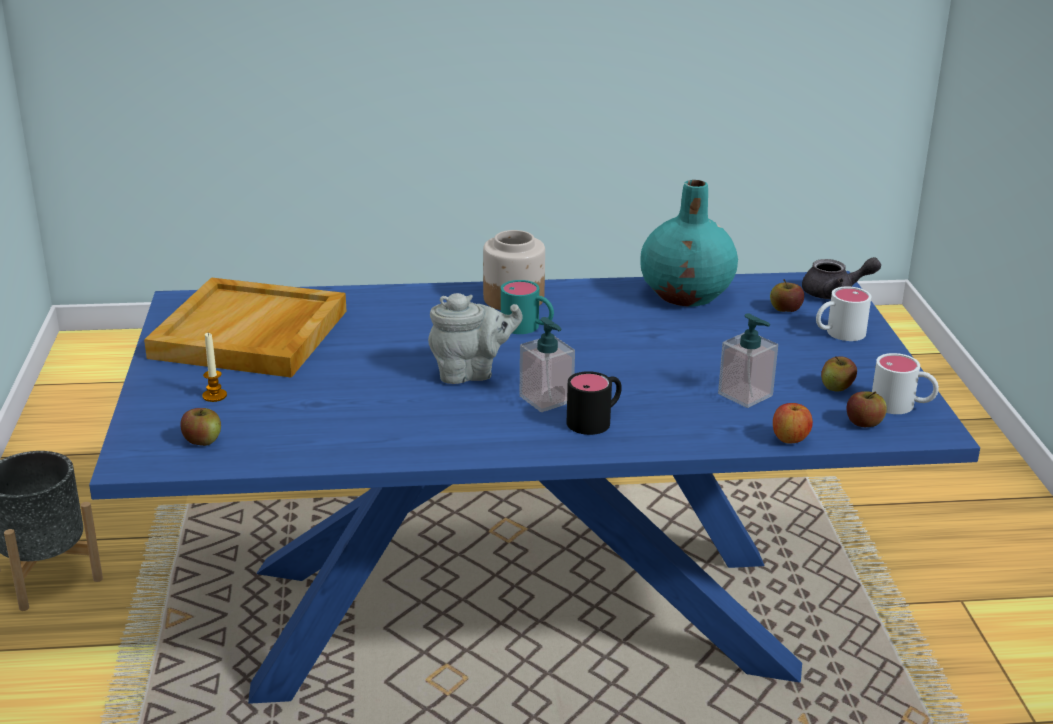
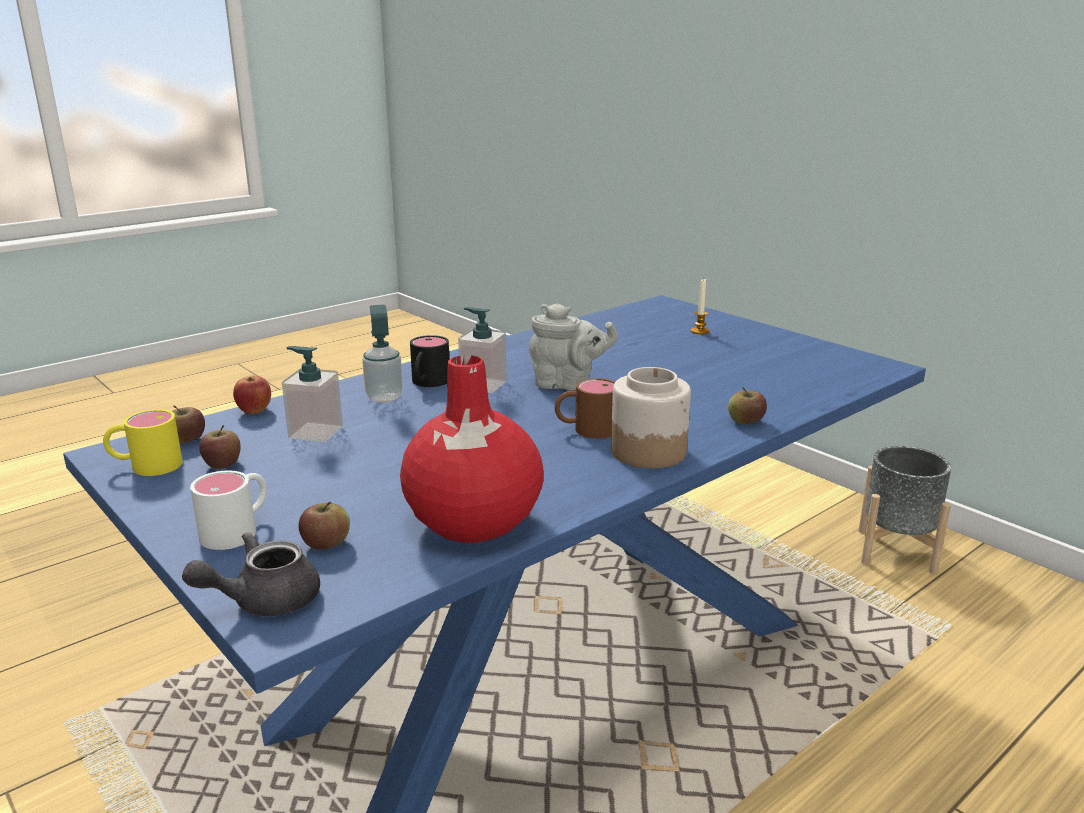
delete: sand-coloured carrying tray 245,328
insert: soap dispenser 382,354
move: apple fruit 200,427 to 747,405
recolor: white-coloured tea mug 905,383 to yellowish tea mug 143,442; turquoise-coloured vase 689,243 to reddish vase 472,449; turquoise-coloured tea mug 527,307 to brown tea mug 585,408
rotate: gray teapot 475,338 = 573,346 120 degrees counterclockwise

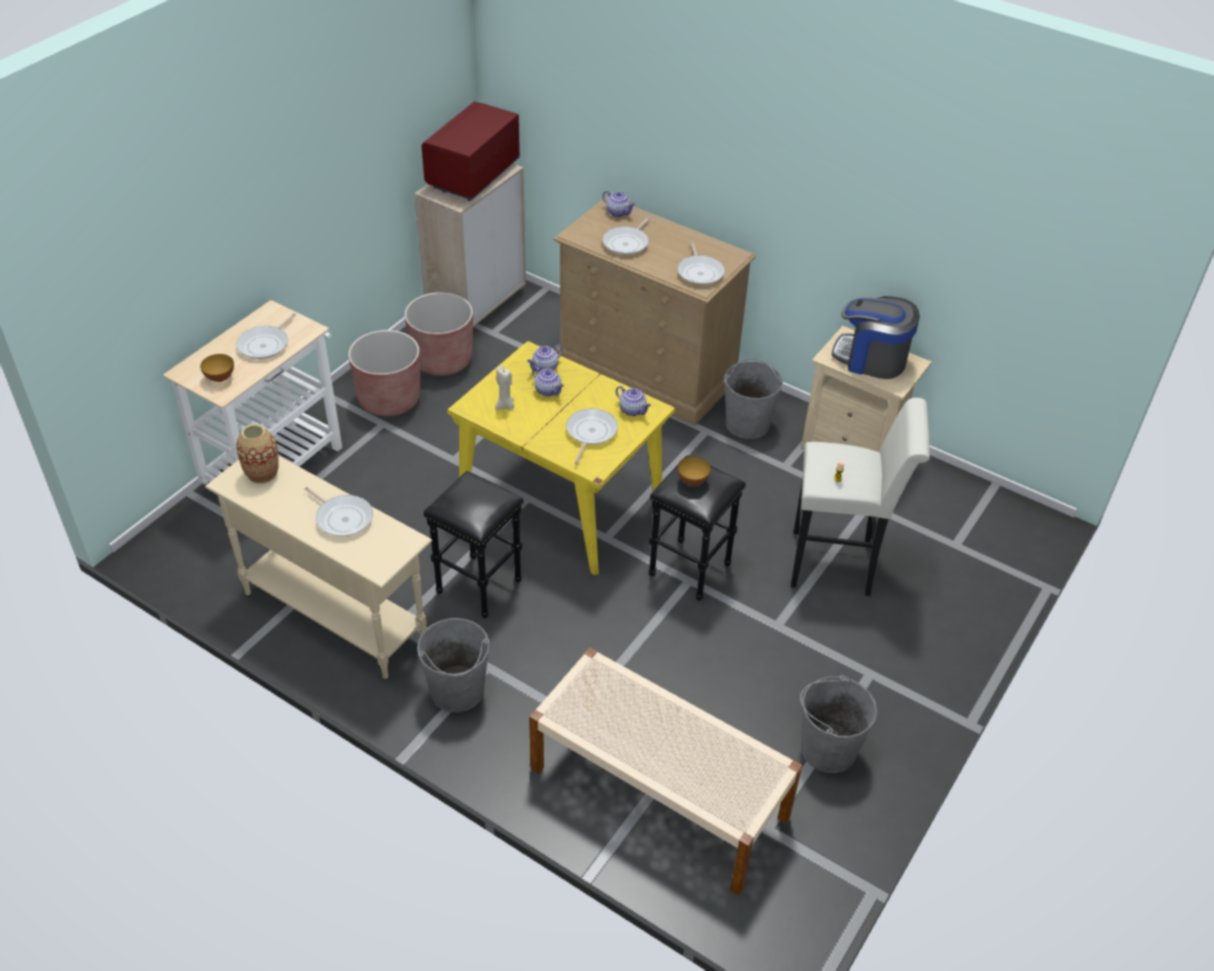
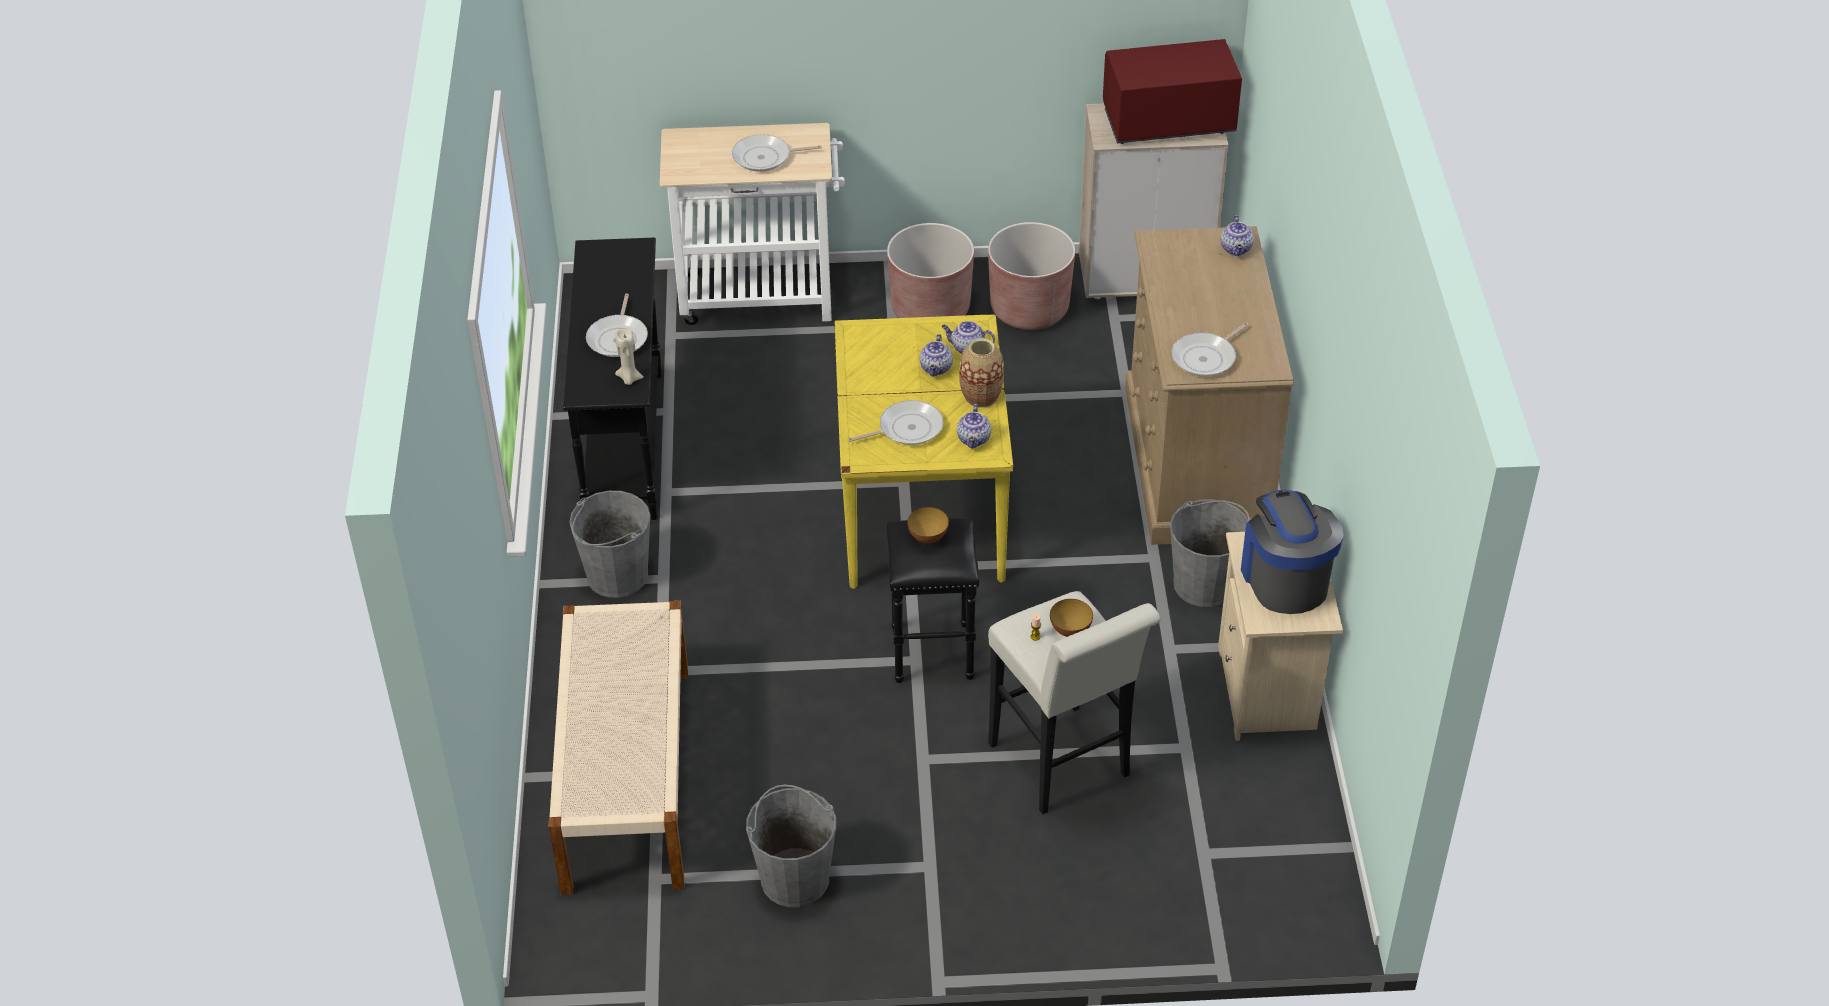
delete: blackish sitting stool 473,544; pan 626,236
move: sand-coloured wax candle 504,388 to 629,357; vase 257,454 to 981,373; deep dish 217,368 to 1071,618
recolor: sand-coloured hall table 318,567 to blackish hall table 612,379

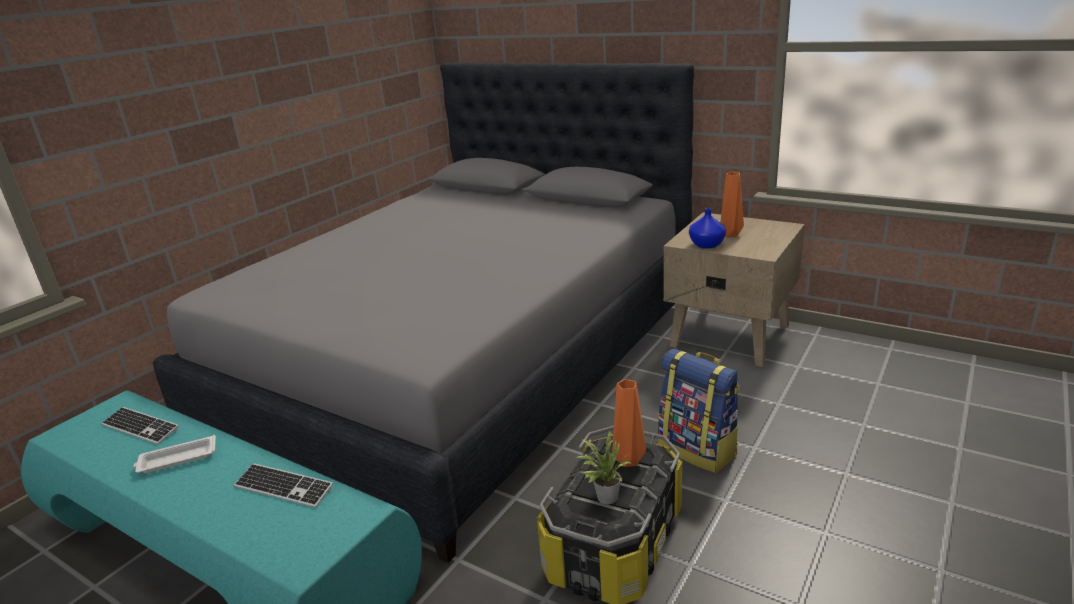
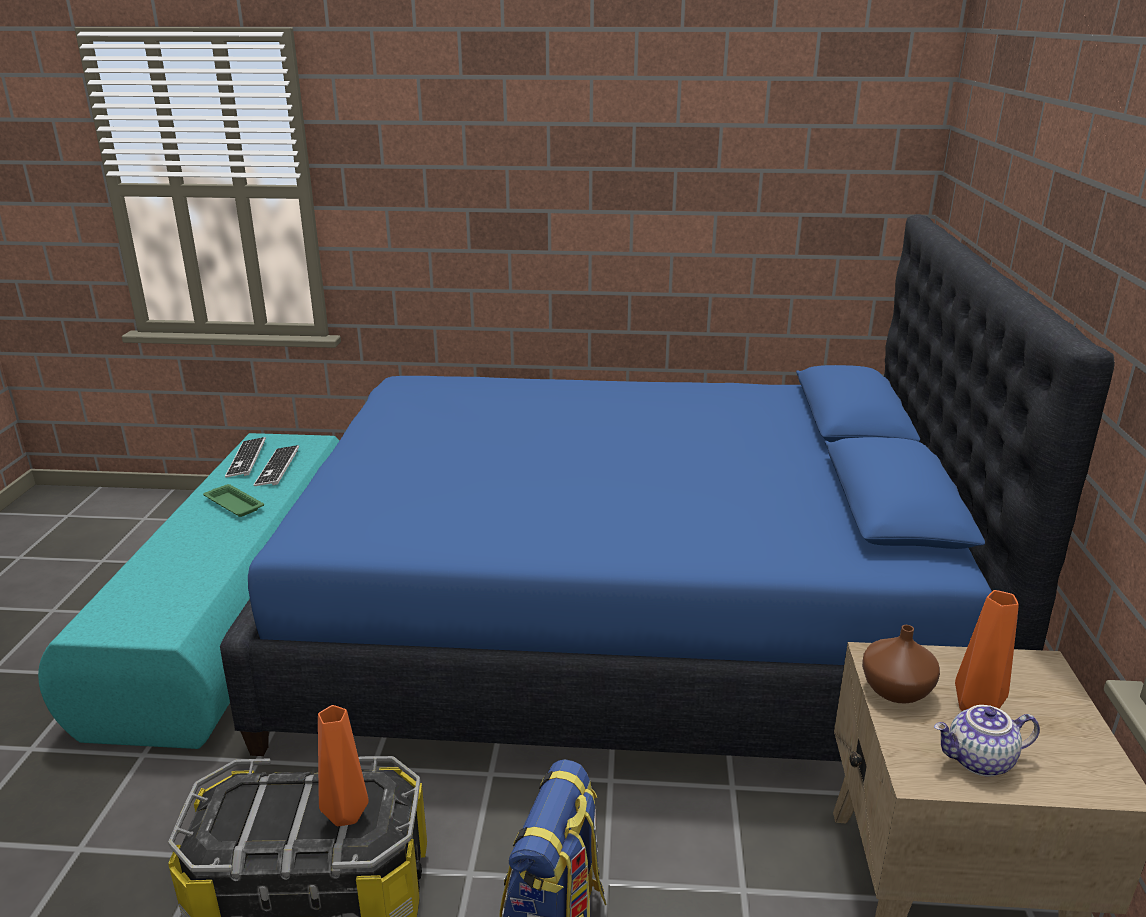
delete: plant in a pot 603,467
insert: teapot 987,741
move: PC keyboard 283,485 to 245,457
recolor: white-coloured carrying tray 174,454 to green carrying tray 233,500; gray bedroom bed 423,312 to blue-coloured bedroom bed 667,487; blue-coloured vase 707,228 to brown vase 901,664

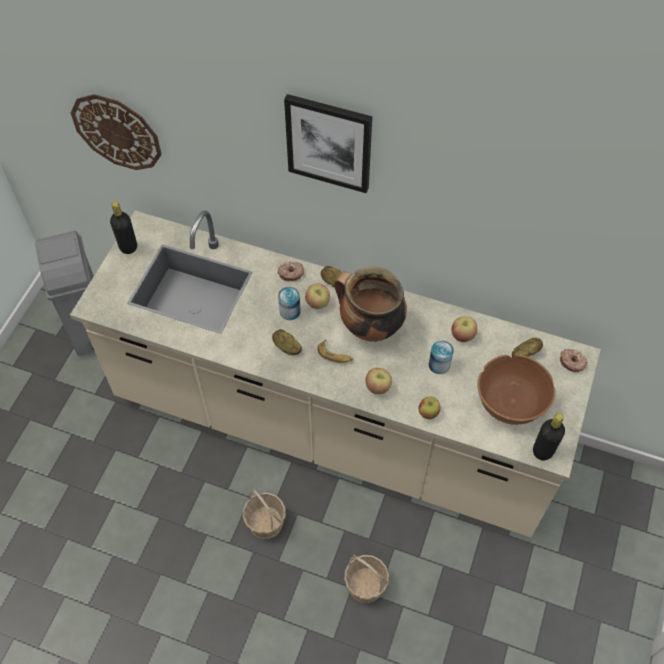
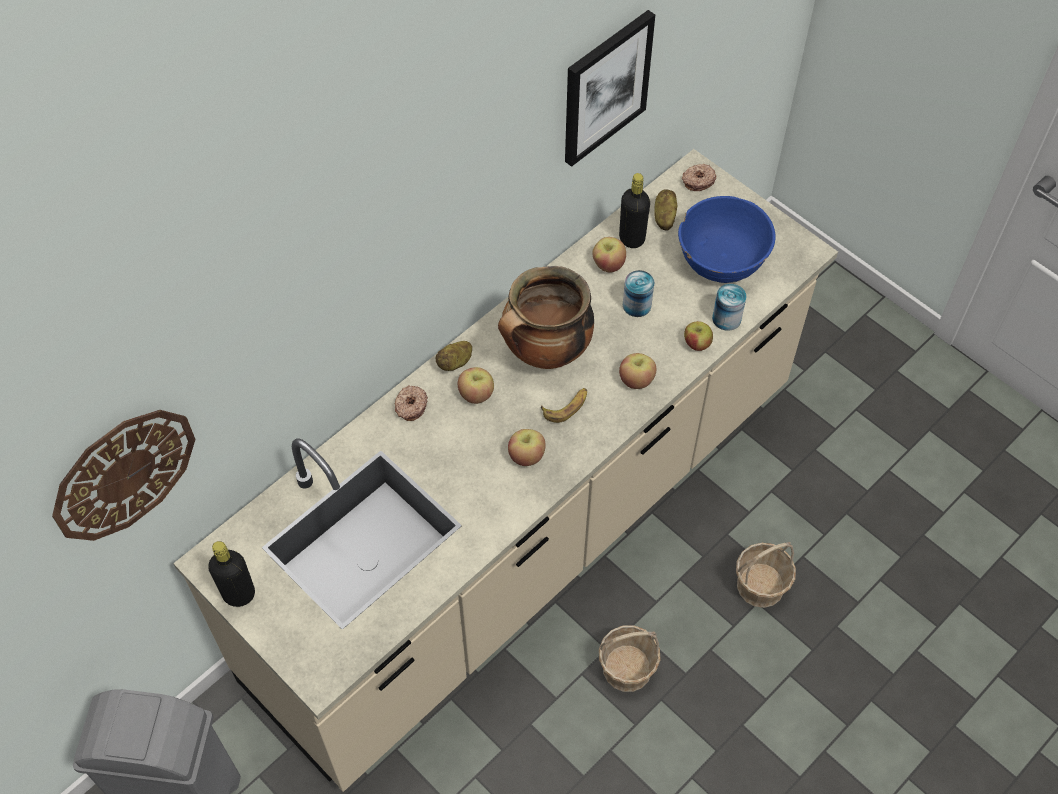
move: wall picture 328,143 to 610,88; blackish beverage bottle 549,436 to 634,210; can 289,303 to 729,307
replace: spud 287,342 to apple fruit 527,447
recolor: brown deep dish 516,390 to blue-coloured deep dish 727,239

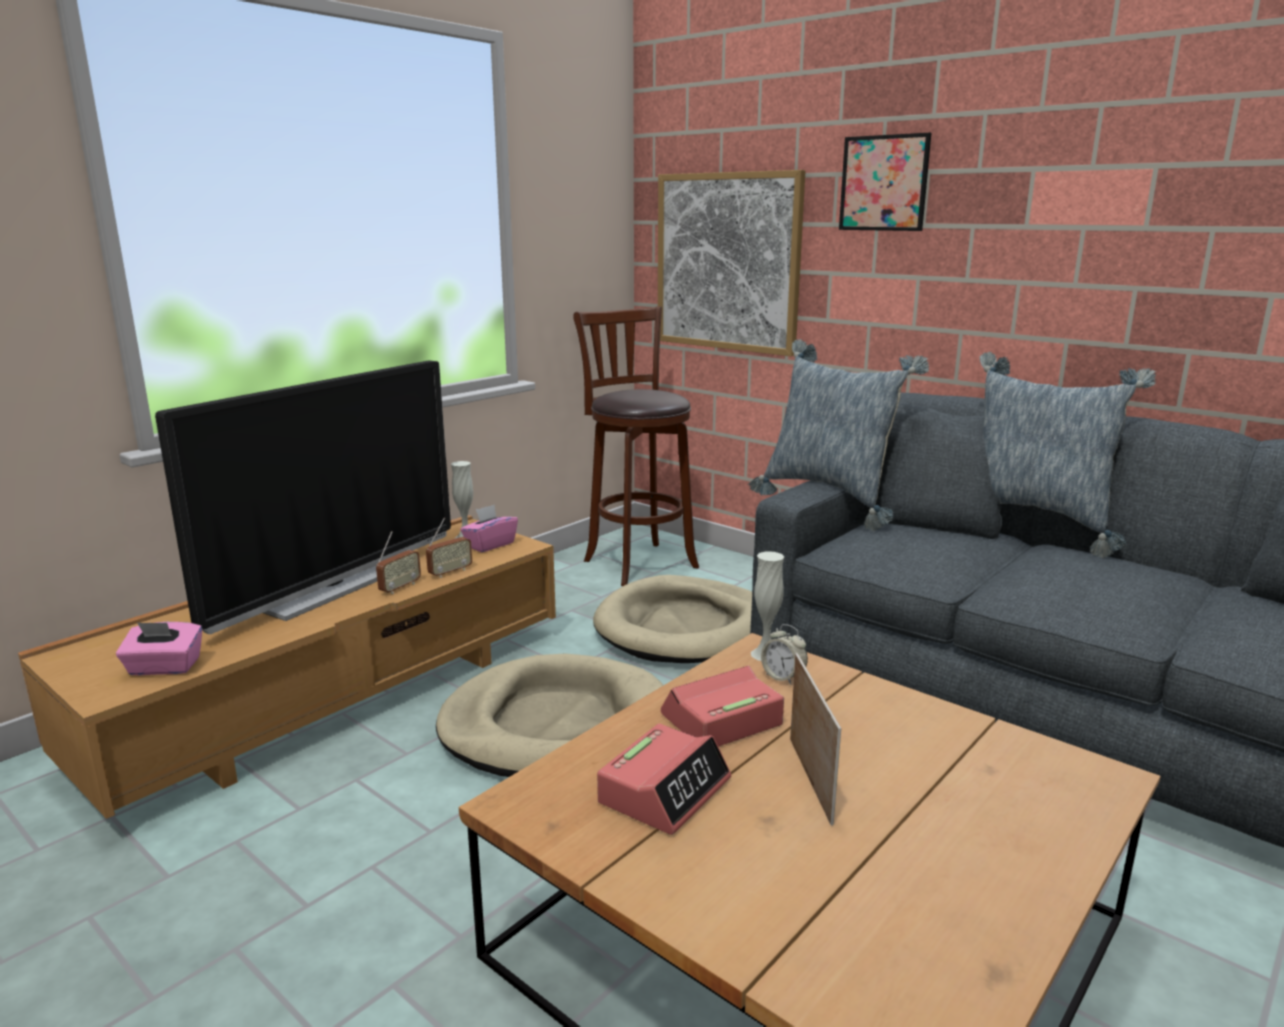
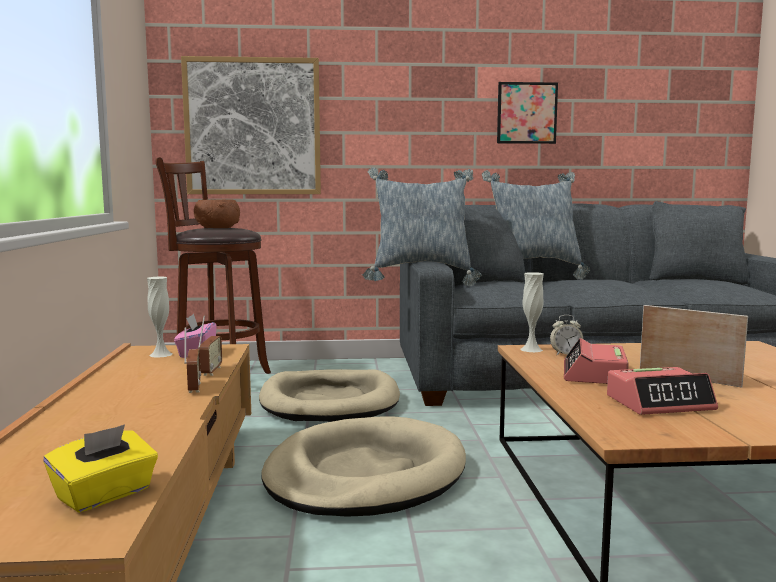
delete: TV set 303,497
insert: brown deep dish 217,213
move: wall picture 885,182 to 527,113
recolor: pinkish tissue holder 159,648 to yellowish tissue holder 101,468
rotate: bedside clock 664,779 = 662,391 90 degrees clockwise

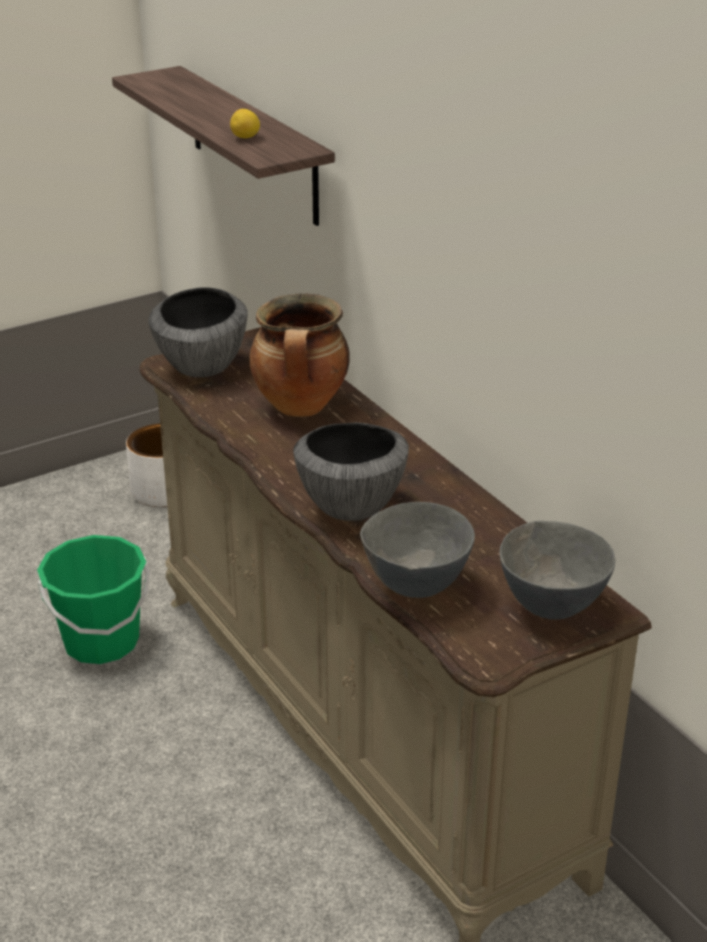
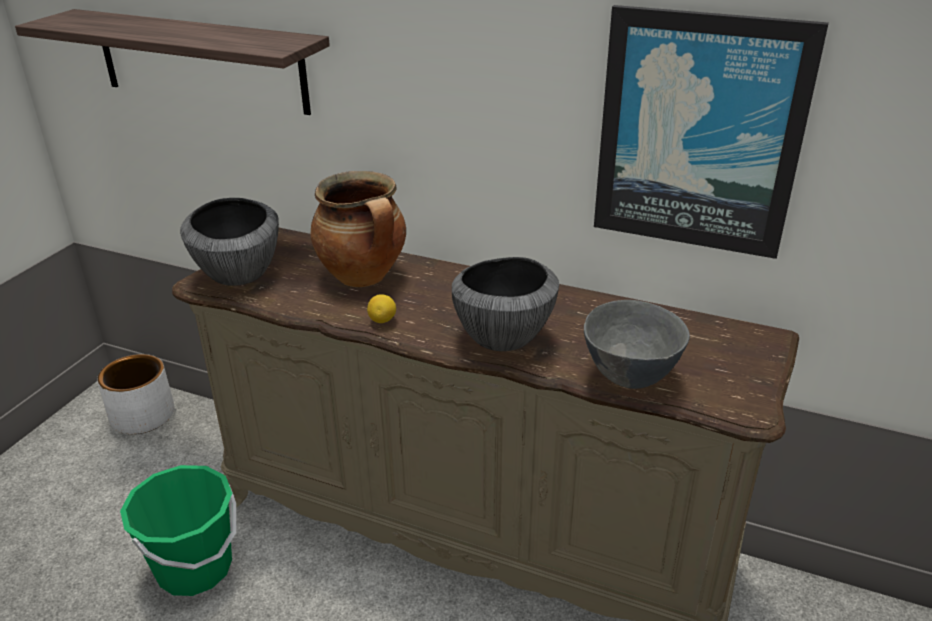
delete: gray deep dish 557,570
insert: wall picture 711,132
move: lemon 245,123 to 381,308

